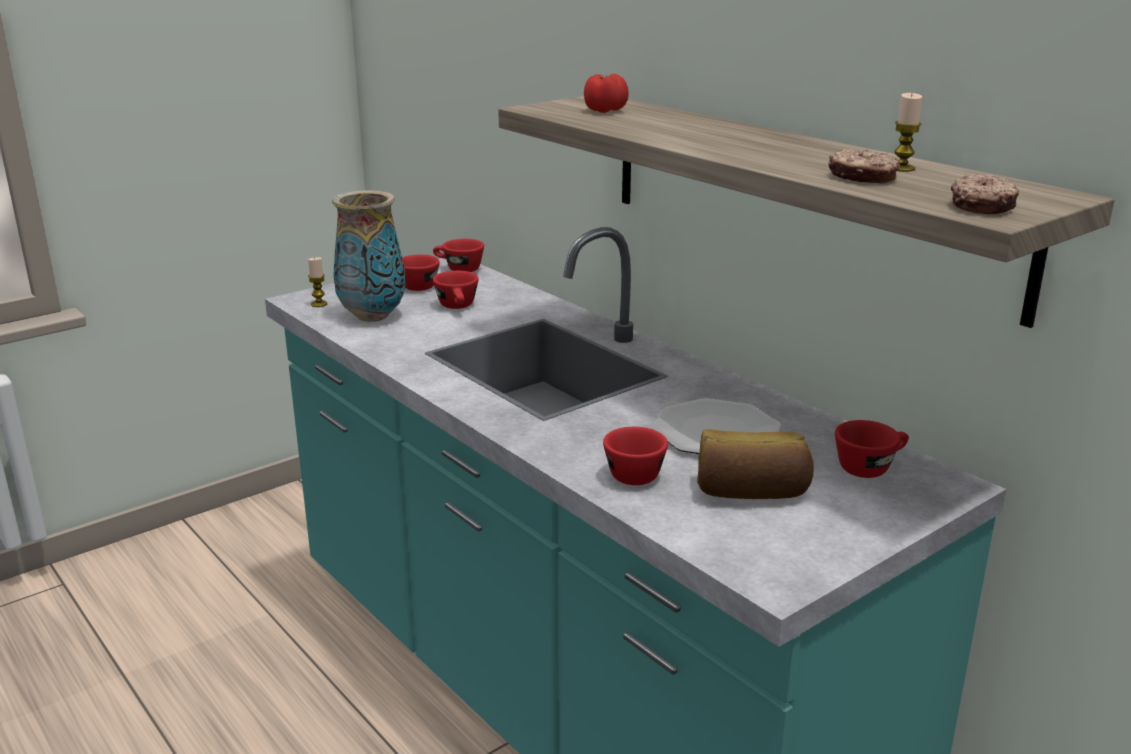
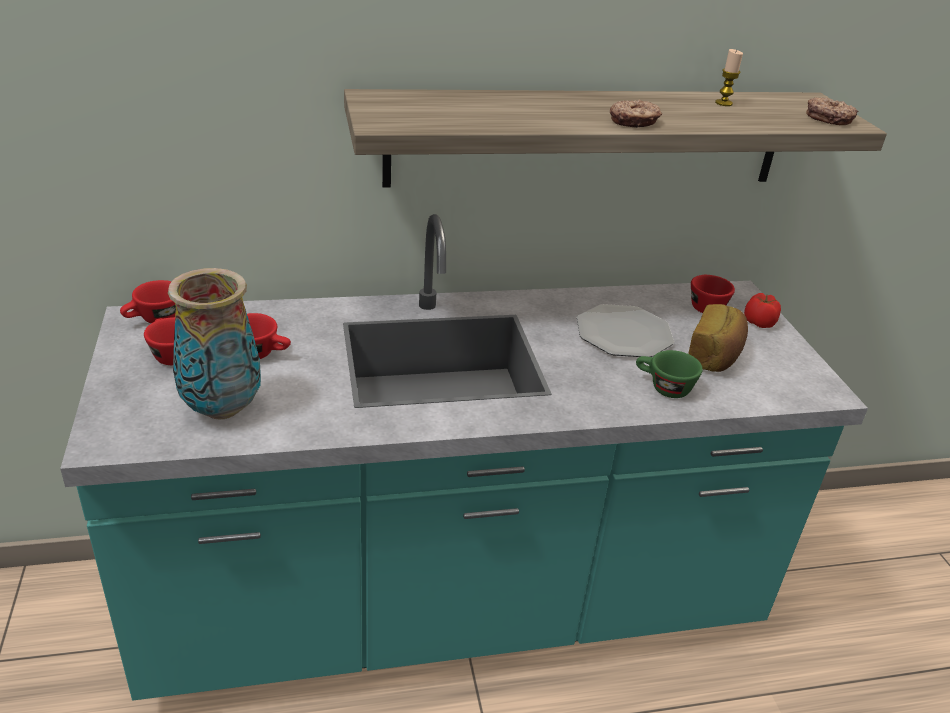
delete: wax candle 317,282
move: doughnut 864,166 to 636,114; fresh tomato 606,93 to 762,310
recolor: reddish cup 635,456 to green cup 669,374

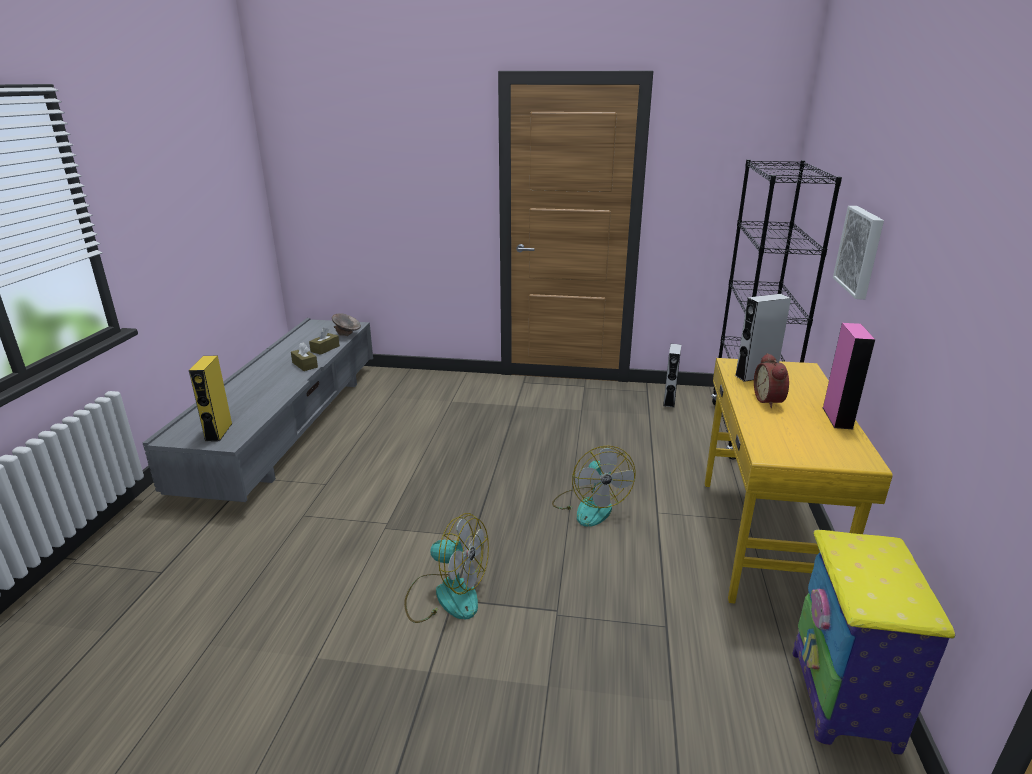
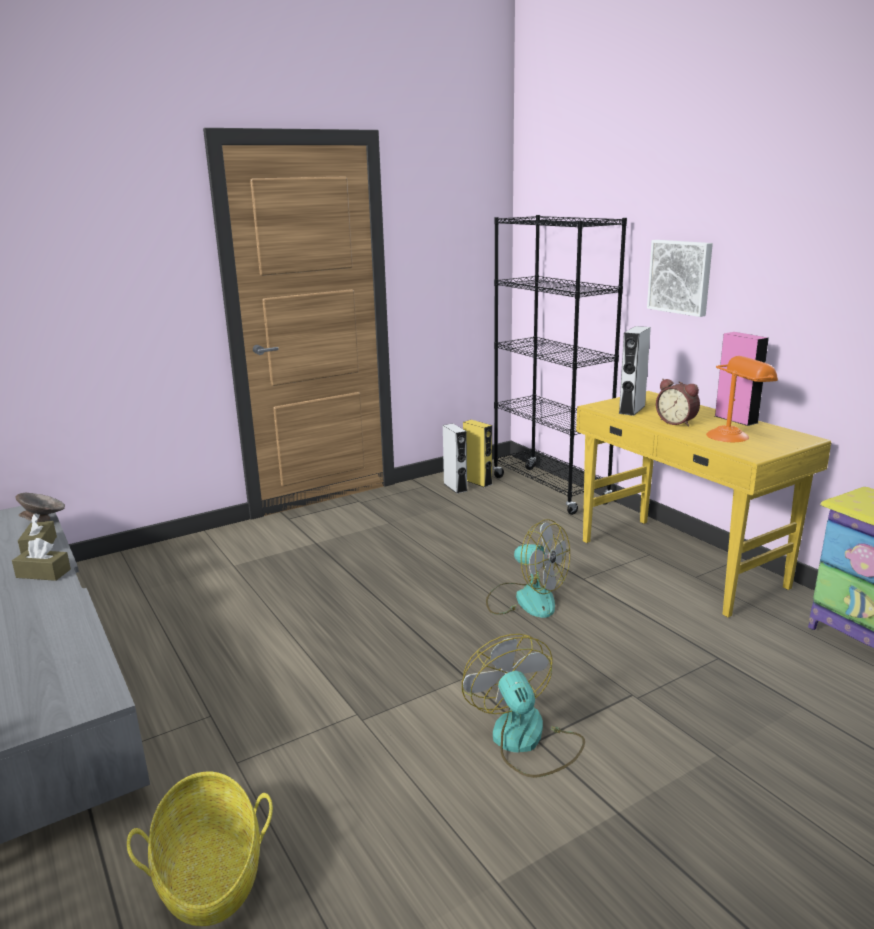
insert: storage basket 200,848; orange-coloured table lamp 742,399
move: yellowish loudspeaker 211,399 to 477,454
rotate: cooling fan 446,568 = 523,706 90 degrees counterclockwise

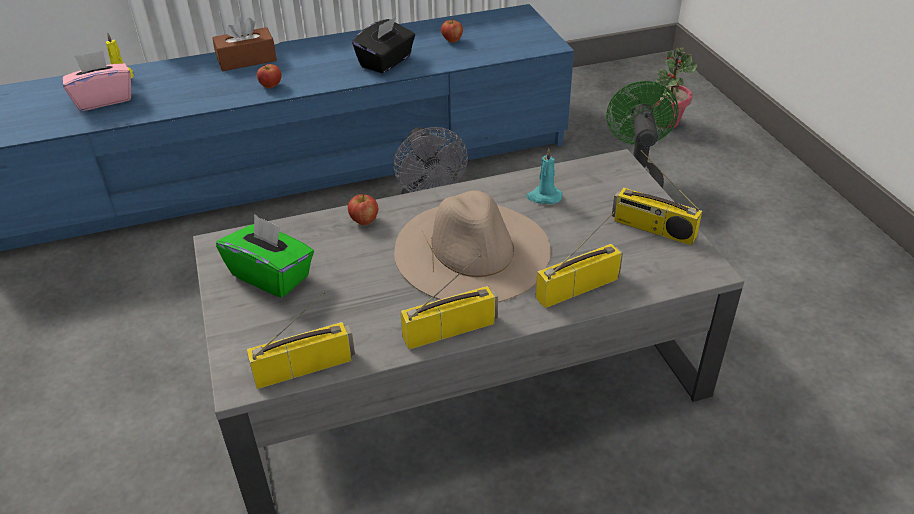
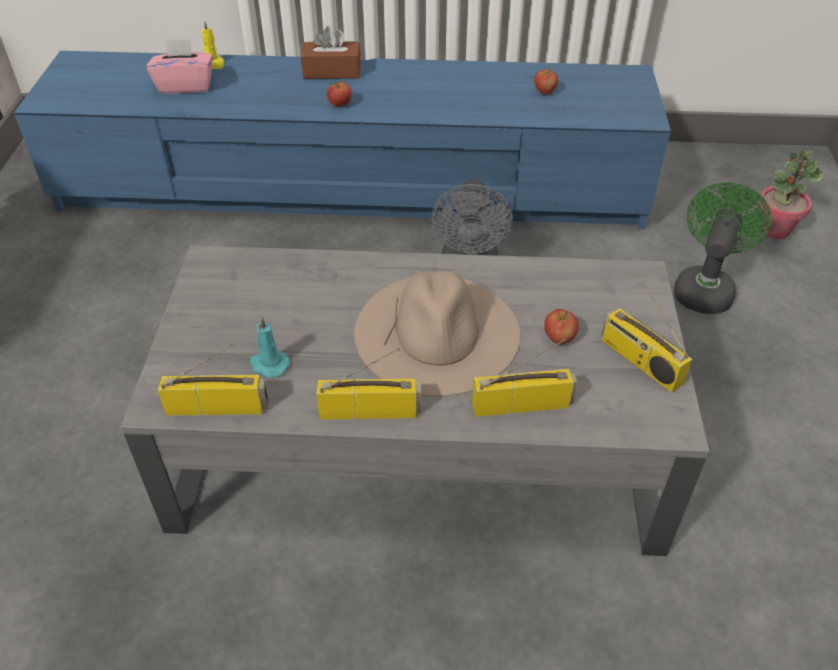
delete: green tissue holder 265,256; blackish tissue holder 383,45
move: turquoise-coloured wax candle 544,176 to 270,347; apple fruit 363,209 to 561,326

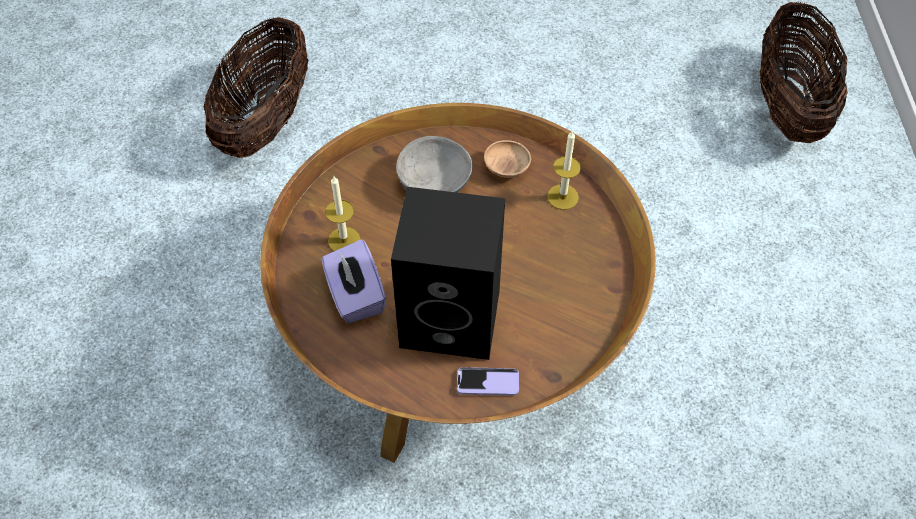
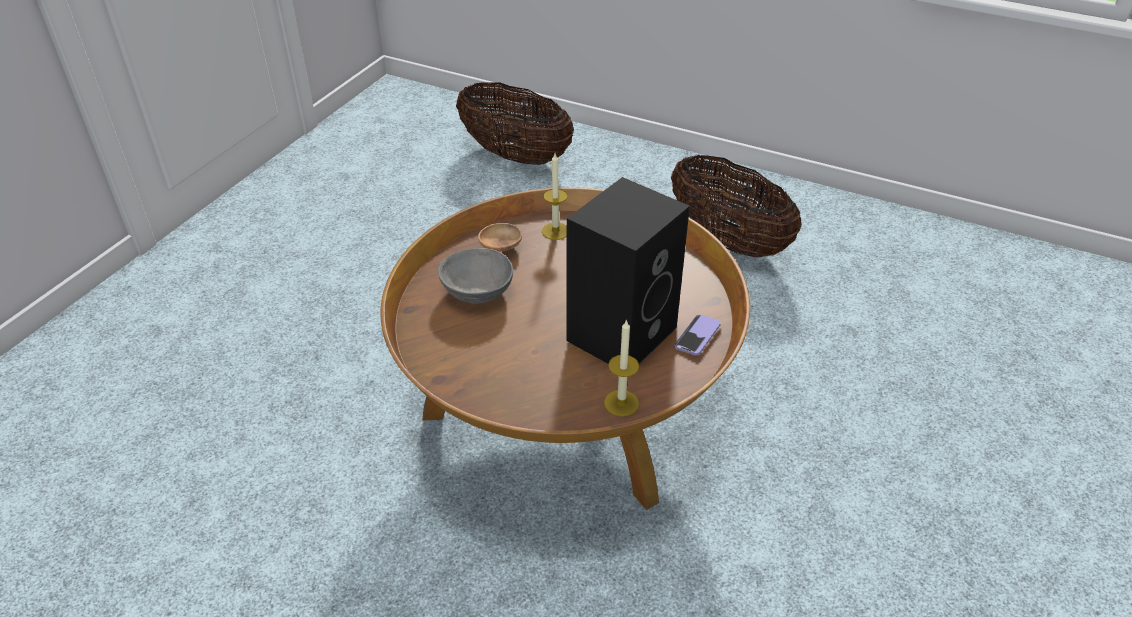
delete: purple tissue holder 354,281
move: wax candle 342,213 to 621,367; storage basket 256,87 to 736,205

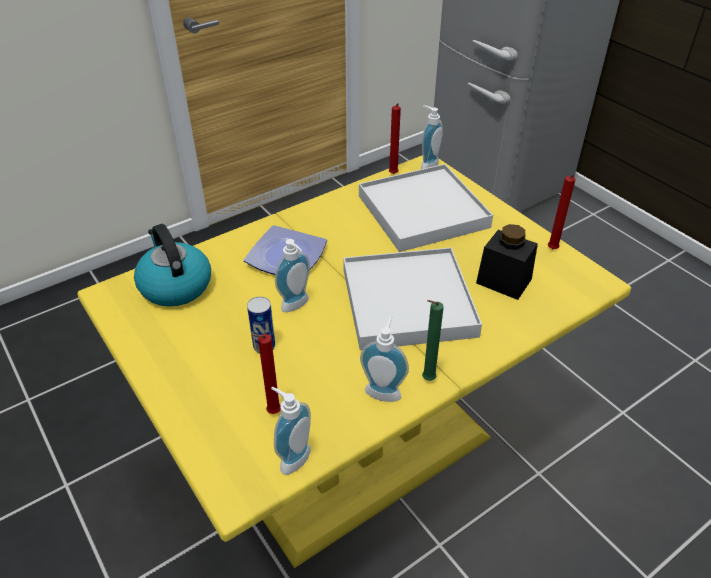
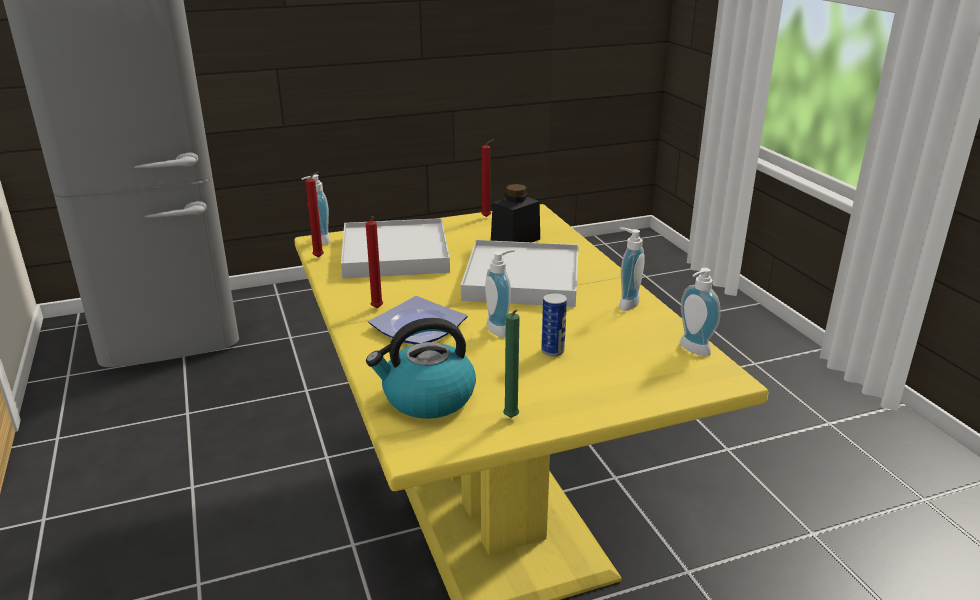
move: reddish wax candle 266,374 to 374,262; green wax candle 433,340 to 511,364

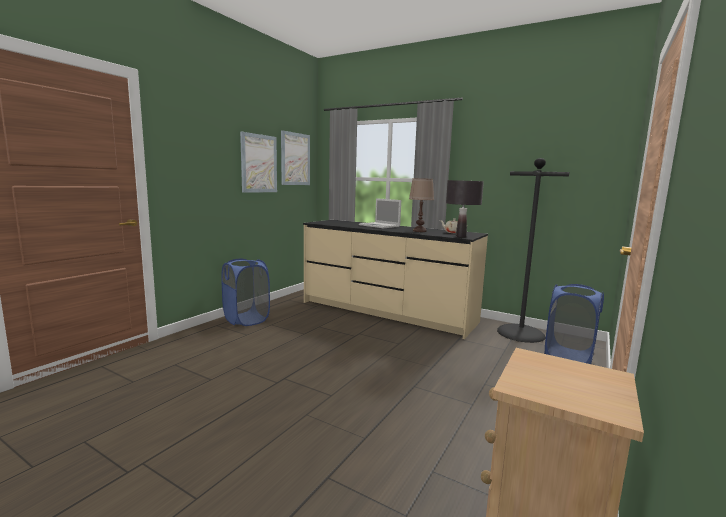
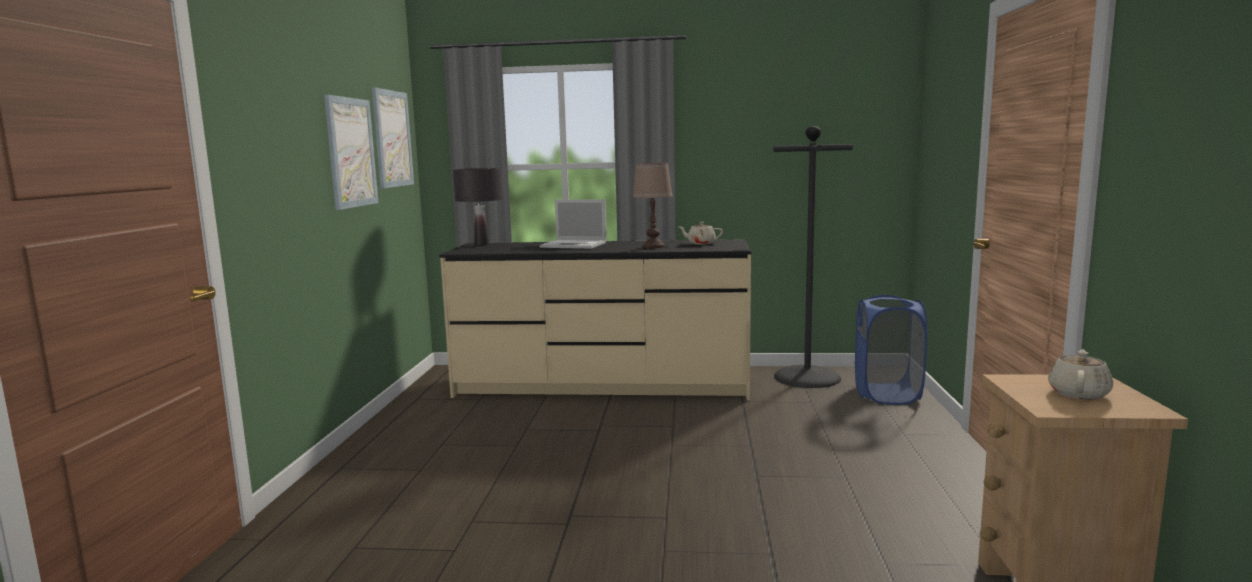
delete: blue-coloured laundry basket 245,292
insert: sand-coloured teapot 1080,374
move: blackish table lamp 465,209 to 478,207

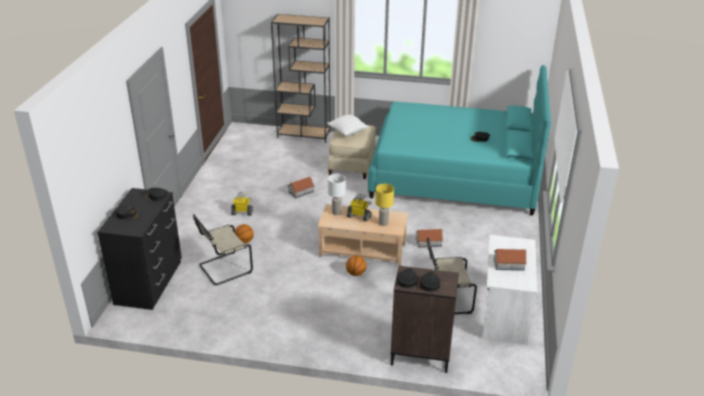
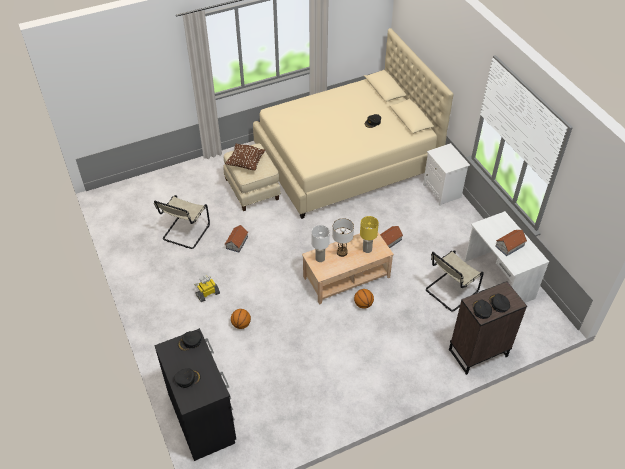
delete: bookcase 301,78
insert: white-coloured night table 446,174
move: sand-coloured plain chair 223,249 to 182,222
replace: model robot 359,207 to table lamp 343,237
recolor: white-coloured pillow 348,125 to brown pillow 245,157; turquoise-coloured bedroom bed 459,140 to sand-coloured bedroom bed 353,123

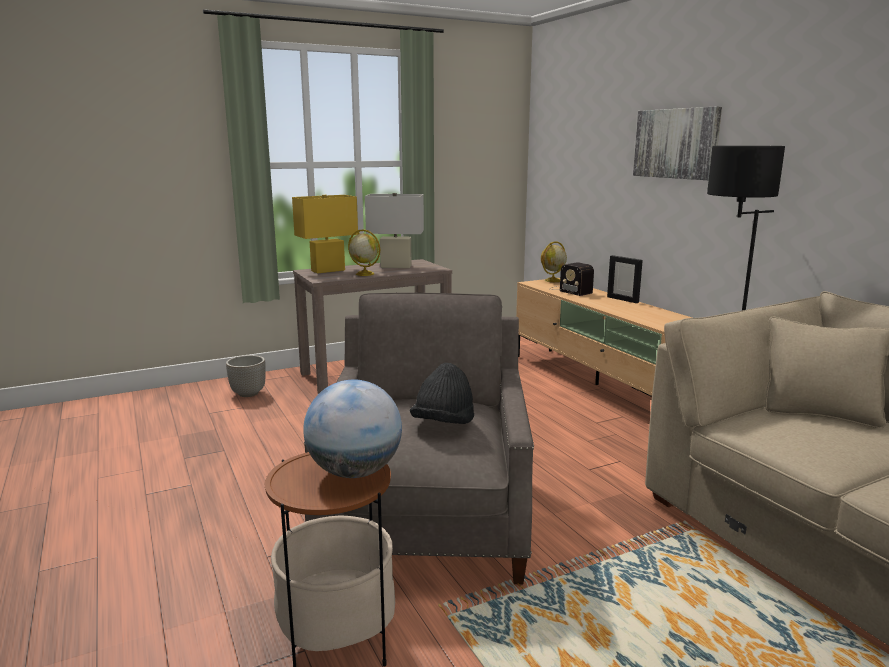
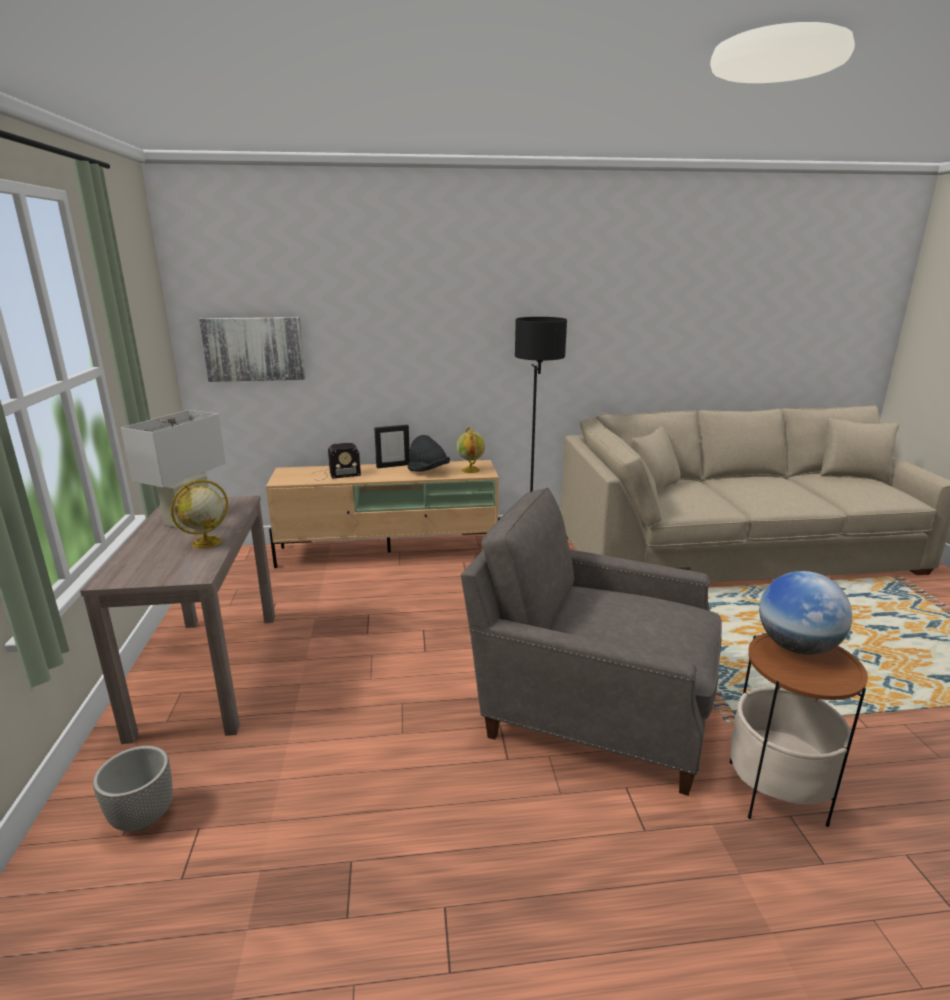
delete: yellowish table lamp 325,234
move: wall picture 677,143 to 252,349; blackish hat 442,393 to 429,453; world globe 554,261 to 470,450

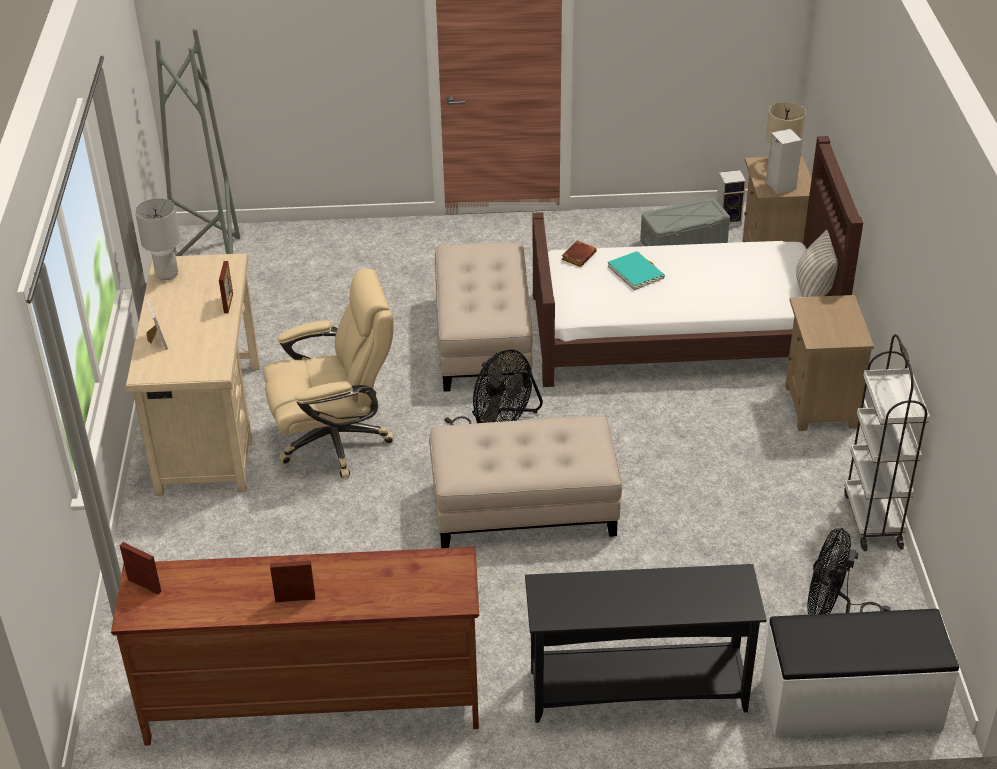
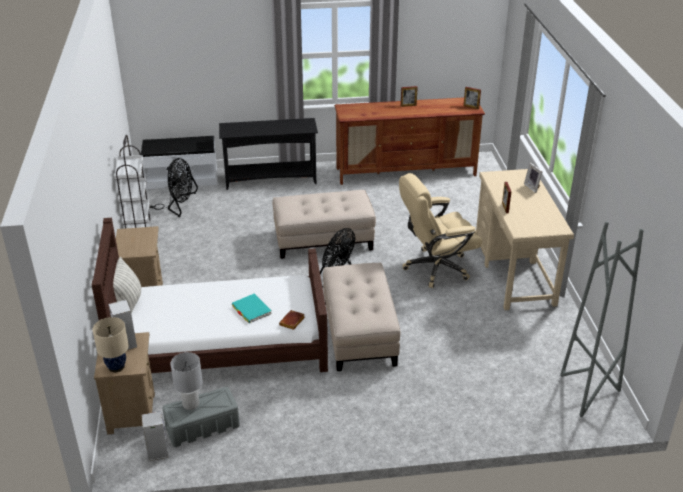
move: gray table lamp 157,239 to 187,381

